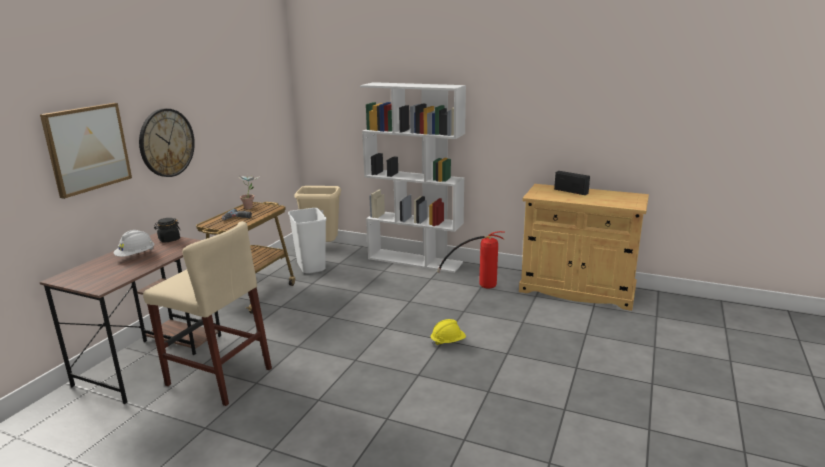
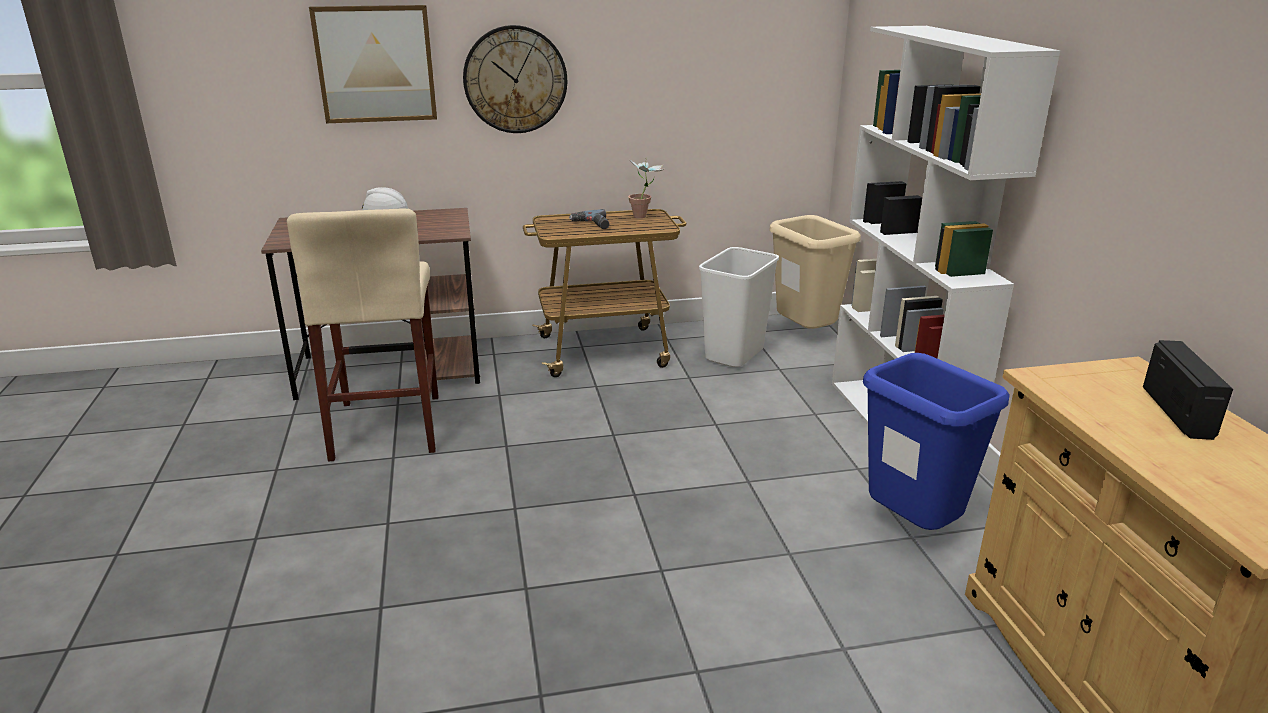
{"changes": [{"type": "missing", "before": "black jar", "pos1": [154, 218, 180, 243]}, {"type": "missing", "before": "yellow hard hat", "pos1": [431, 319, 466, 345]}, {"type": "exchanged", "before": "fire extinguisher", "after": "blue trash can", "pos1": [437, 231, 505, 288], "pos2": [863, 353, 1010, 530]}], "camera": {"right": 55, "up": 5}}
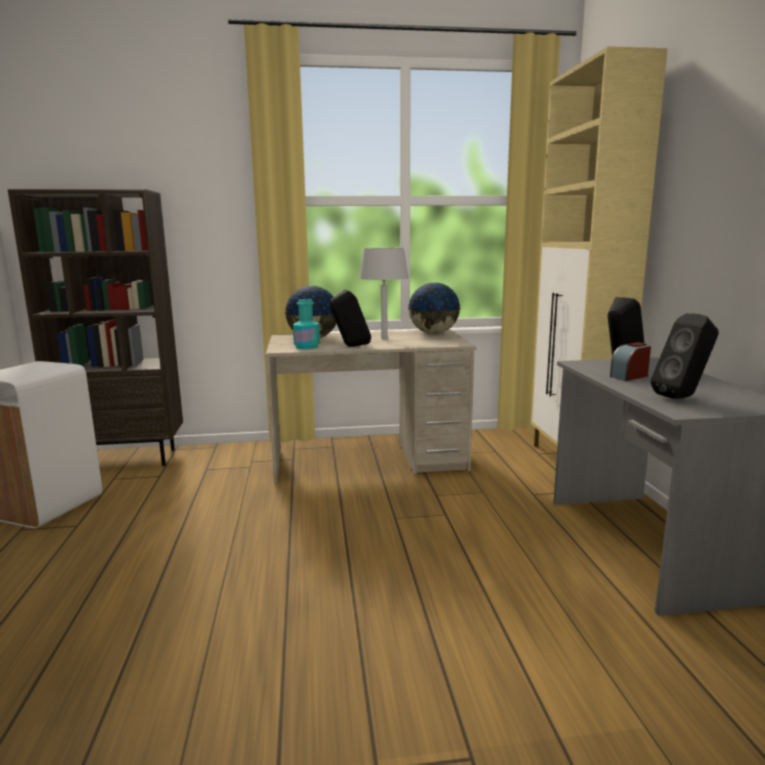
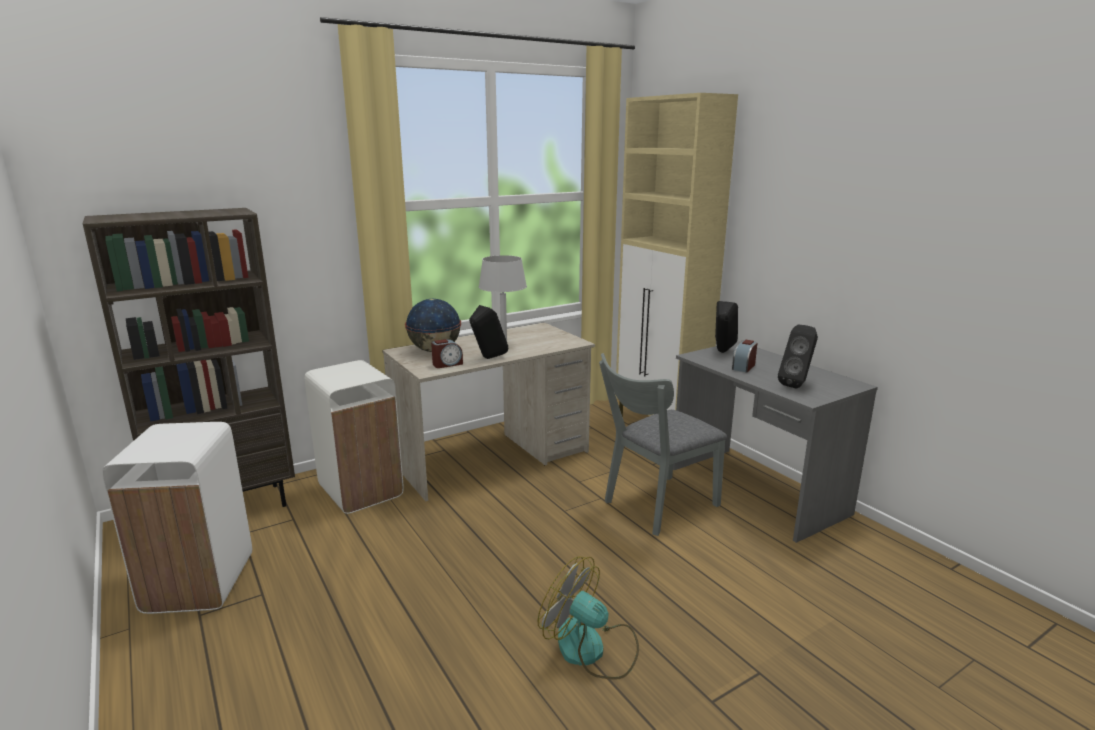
{"changes": [{"type": "exchanged", "before": "turquoise bottle", "after": "alarm clock", "pos1": [293, 299, 320, 349], "pos2": [431, 339, 463, 368]}, {"type": "missing", "before": "globe", "pos1": [408, 282, 461, 334]}, {"type": "appeared", "after": "white trash can", "pos2": [305, 360, 404, 514]}, {"type": "appeared", "after": "fan", "pos2": [538, 556, 639, 680]}, {"type": "appeared", "after": "grey chair", "pos2": [599, 353, 727, 536]}], "camera": {"right": -25, "up": 5}}
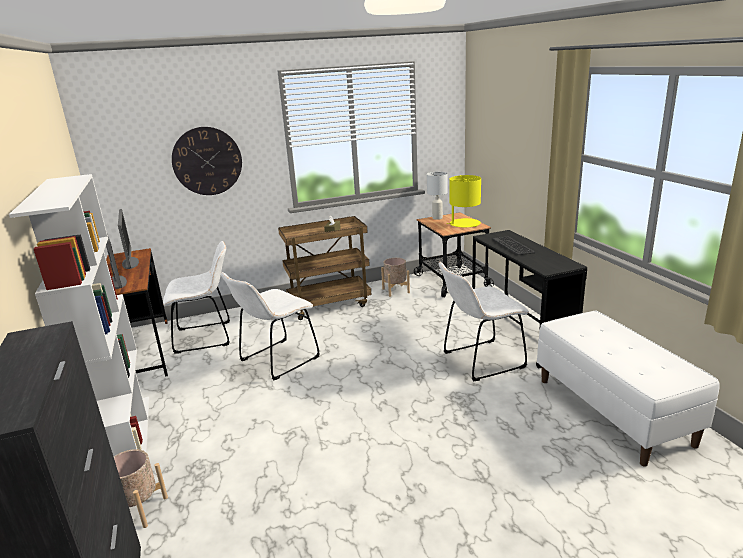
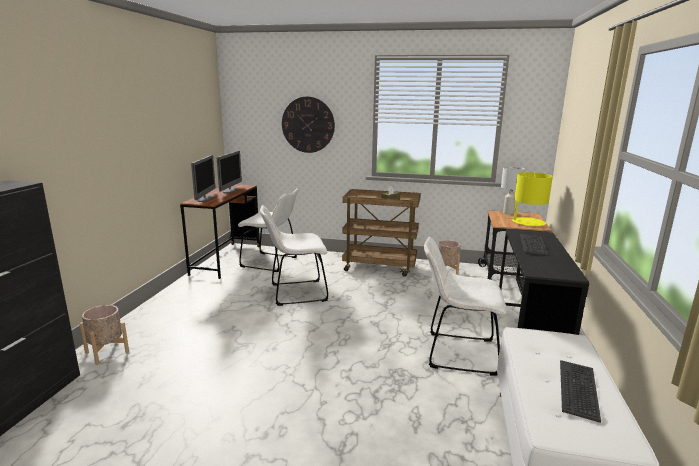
{"changes": [{"type": "missing", "before": "white bookcase", "pos1": [9, 174, 150, 457]}, {"type": "appeared", "after": "keyboard", "pos2": [560, 360, 601, 423]}], "camera": {"right": 30, "up": -5}}
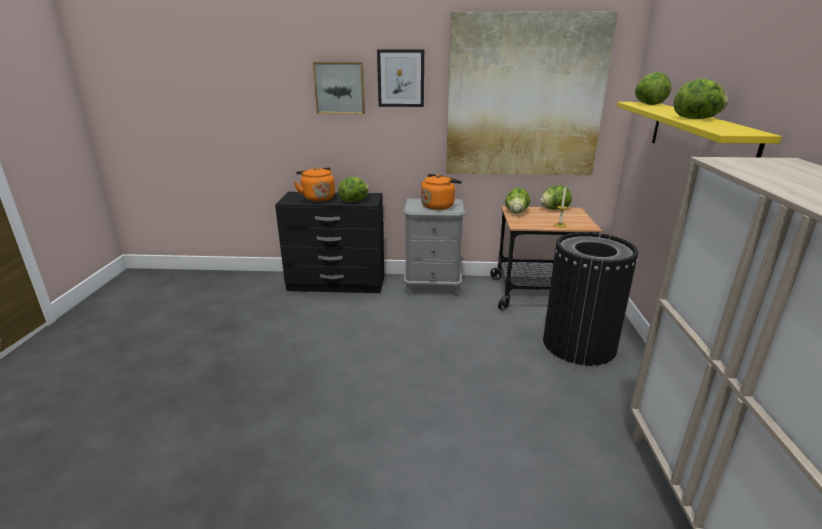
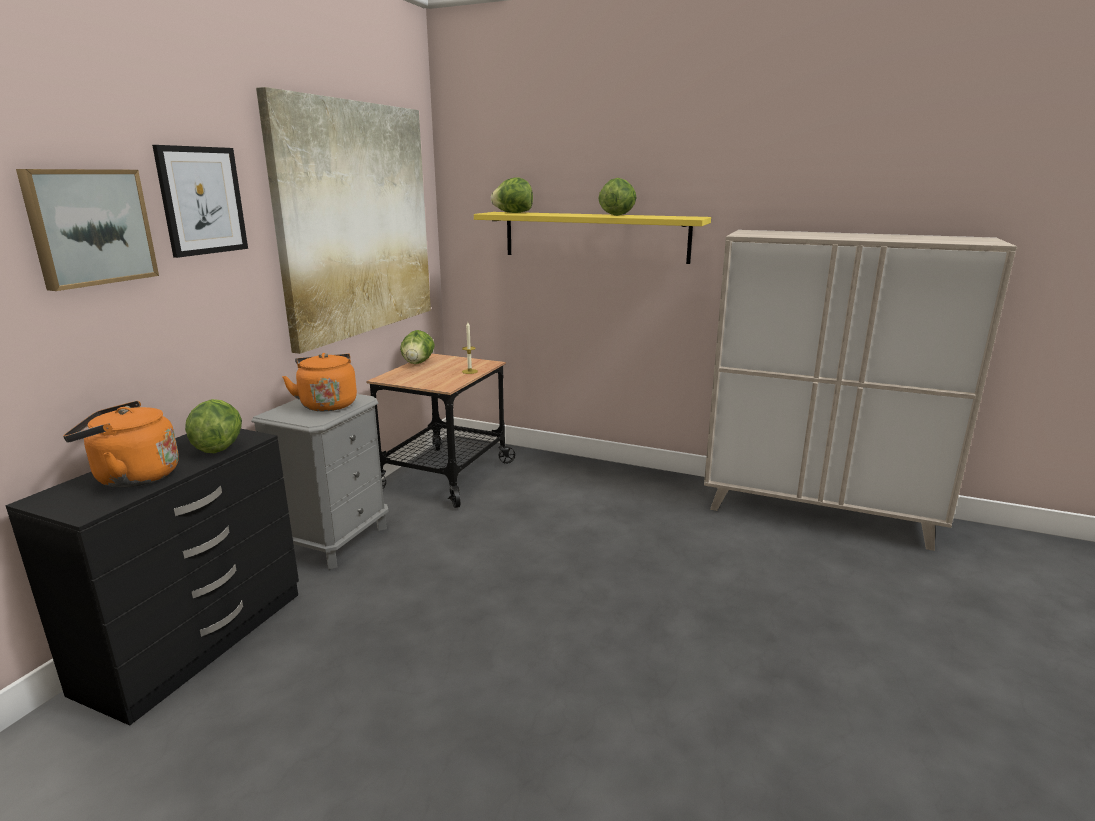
{"changes": [{"type": "missing", "before": "lettuce", "pos1": [505, 188, 530, 214]}, {"type": "missing", "before": "black trash can", "pos1": [543, 232, 638, 366]}], "camera": {"right": -70, "up": -5}}
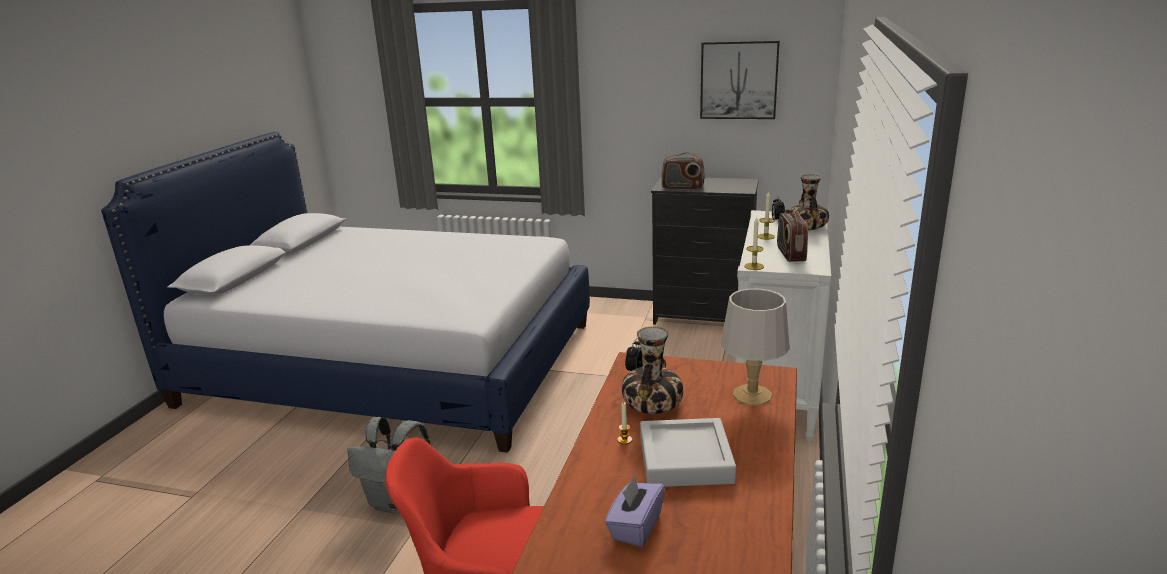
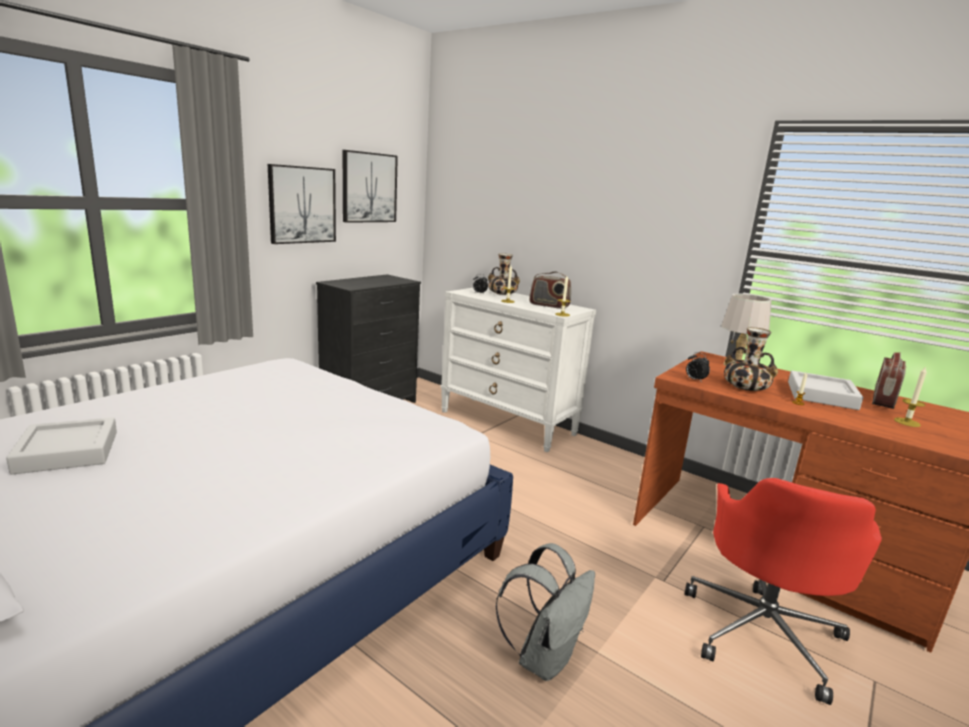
{"changes": [{"type": "exchanged", "before": "purple tissue box", "after": "candle", "pos1": [605, 476, 665, 547], "pos2": [894, 366, 927, 427]}, {"type": "relocated", "before": "radio", "pos1": [661, 152, 705, 190], "pos2": [872, 353, 906, 409]}, {"type": "appeared", "after": "grey tray", "pos2": [6, 417, 117, 475]}, {"type": "appeared", "after": "picture", "pos2": [268, 164, 336, 244]}], "camera": {"right": -70, "up": -5}}
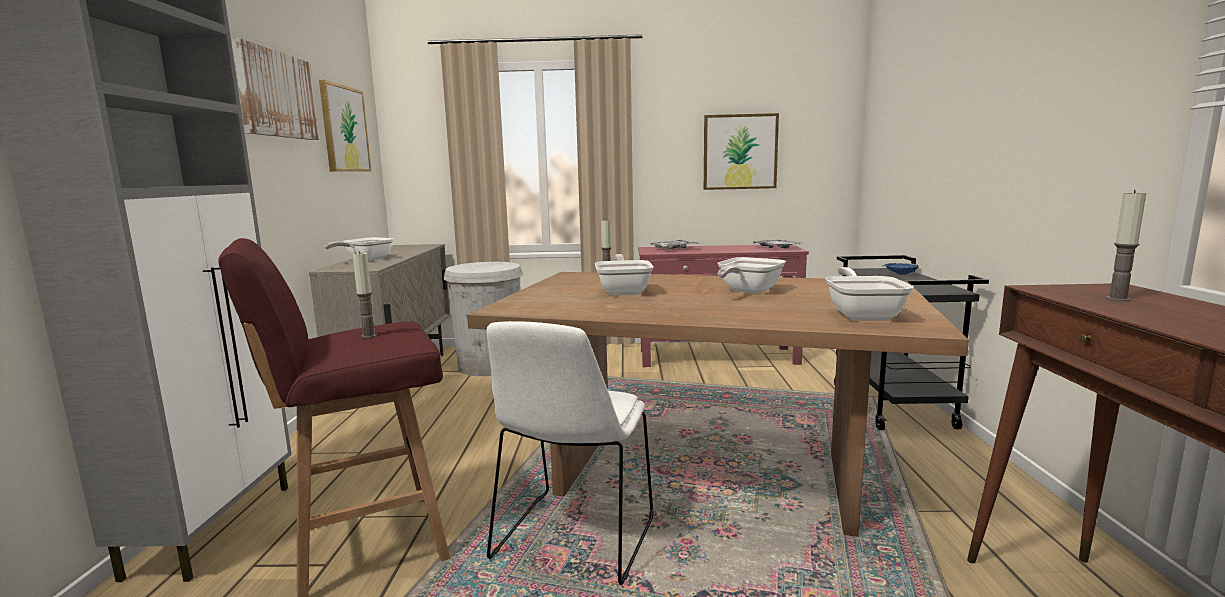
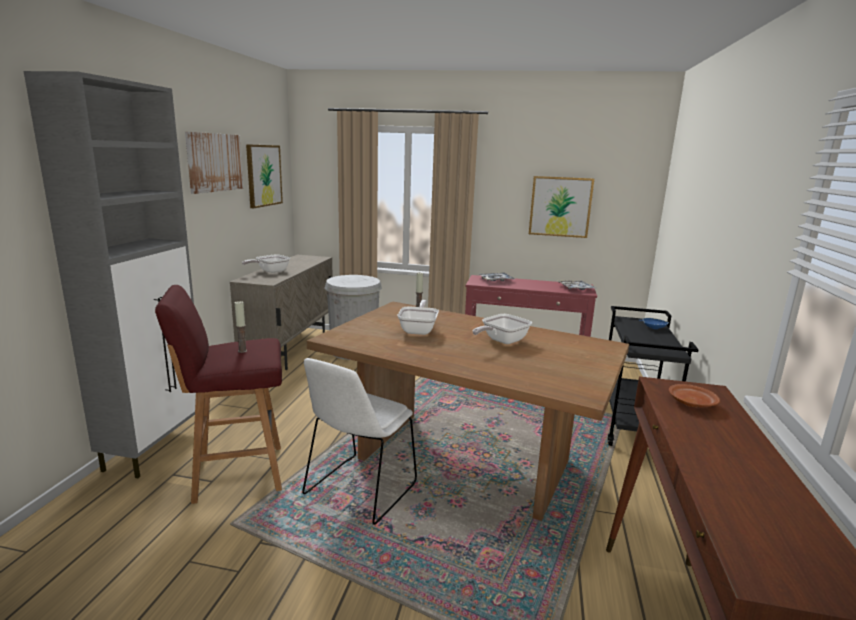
{"changes": [{"type": "missing", "before": "frying pan", "pos1": [825, 267, 914, 321]}, {"type": "exchanged", "before": "candle", "after": "brown plate", "pos1": [1106, 190, 1146, 301], "pos2": [669, 384, 720, 408]}], "camera": {"right": 10, "up": 5}}
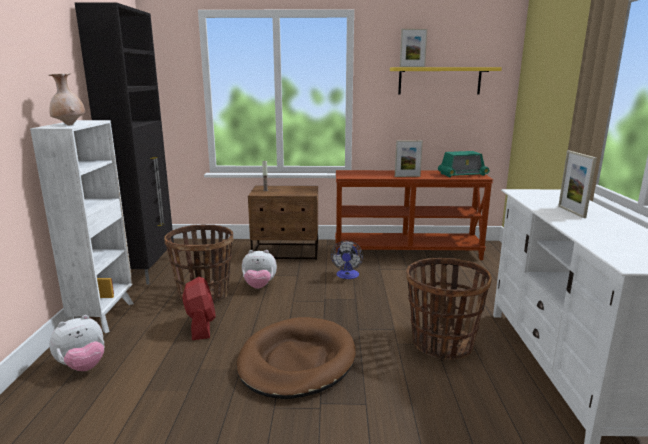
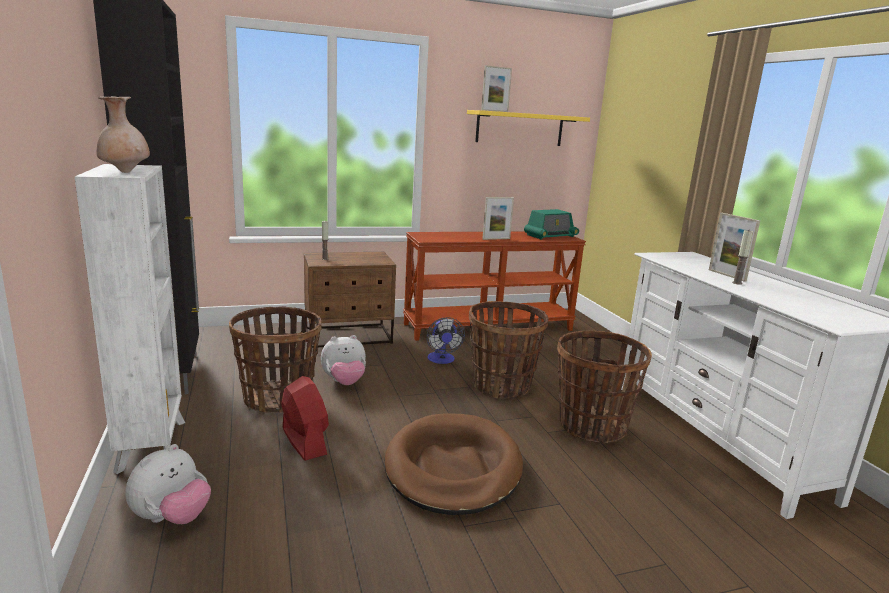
{"changes": [{"type": "appeared", "after": "basket", "pos2": [469, 301, 548, 399]}, {"type": "appeared", "after": "candle", "pos2": [732, 229, 753, 285]}], "camera": {"right": -20, "up": 0}}
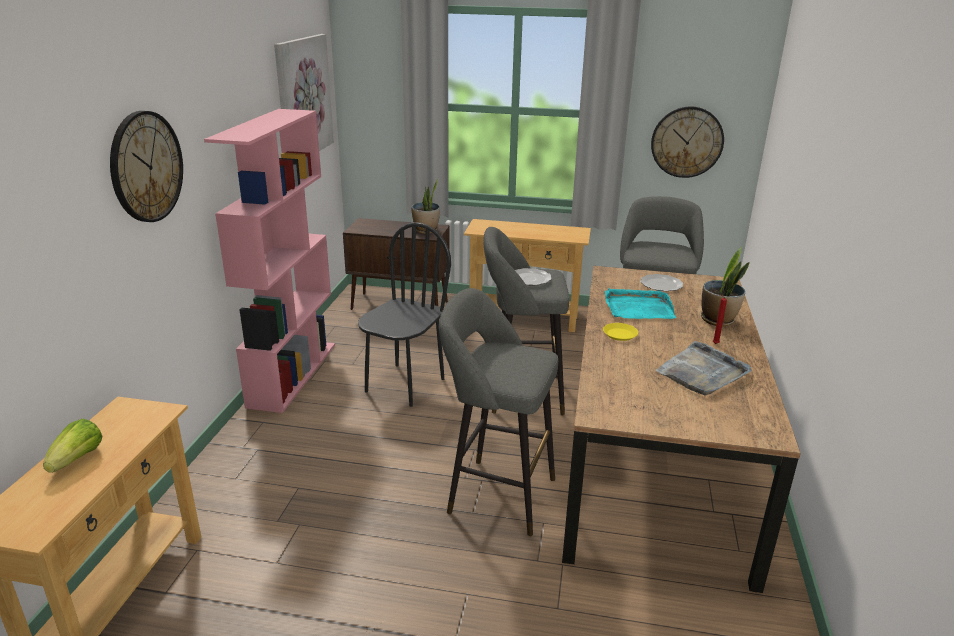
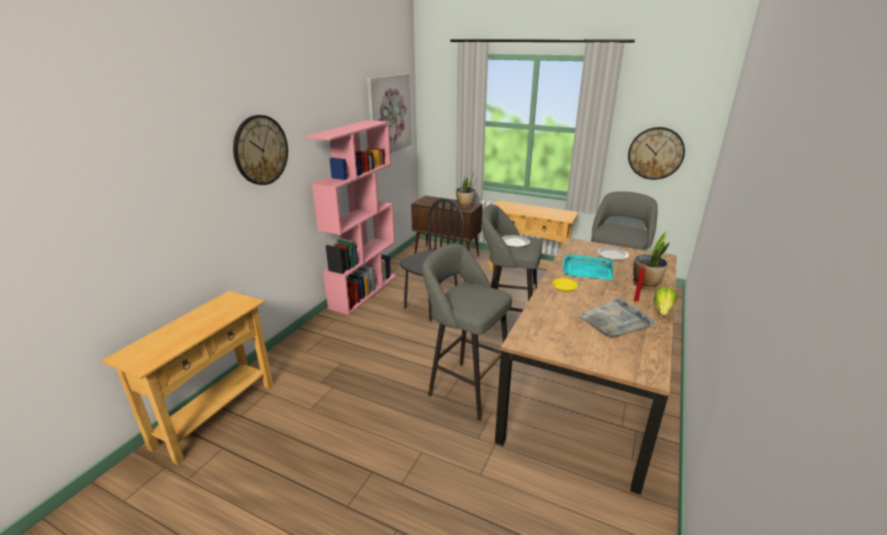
{"changes": [{"type": "relocated", "before": "lettuce", "pos1": [43, 419, 102, 473], "pos2": [653, 287, 677, 315]}], "camera": {"right": 15, "up": 0}}
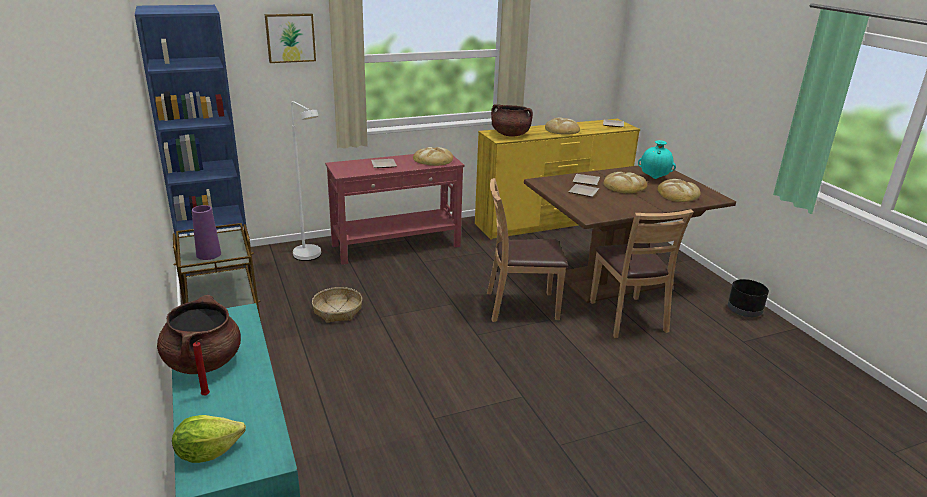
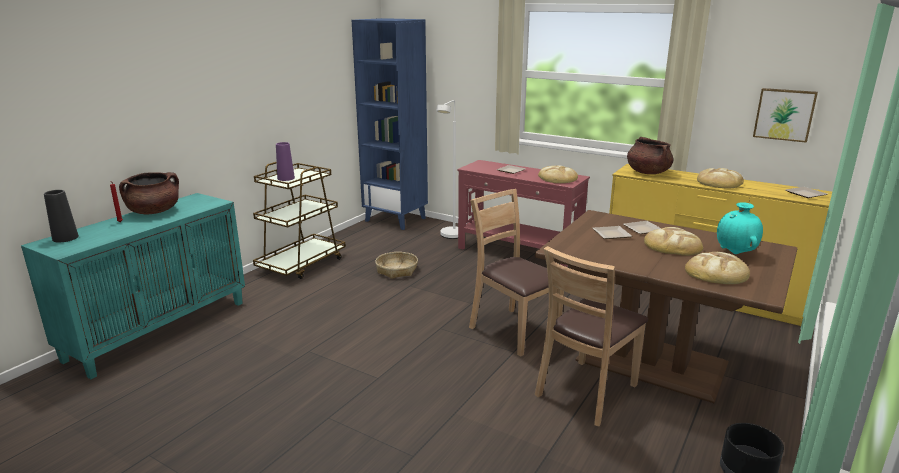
{"changes": [{"type": "exchanged", "before": "lettuce", "after": "black vase", "pos1": [172, 415, 246, 463], "pos2": [44, 190, 79, 242]}, {"type": "relocated", "before": "picture", "pos1": [265, 13, 316, 63], "pos2": [753, 88, 818, 143]}], "camera": {"right": 55, "up": -5}}
